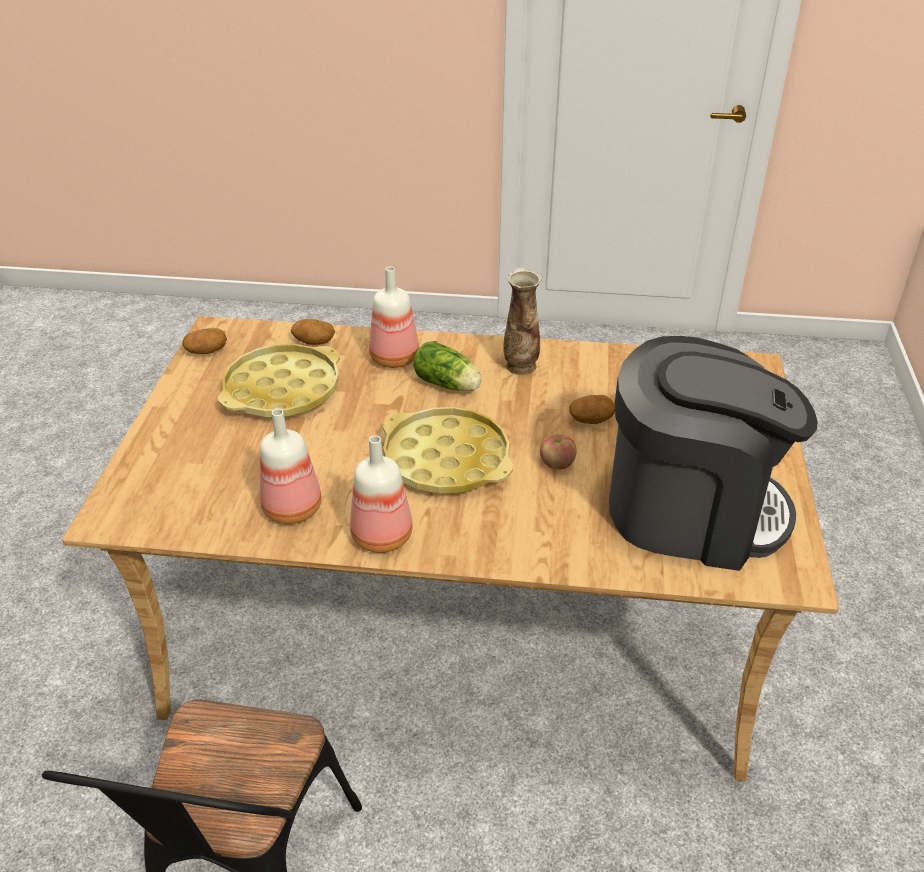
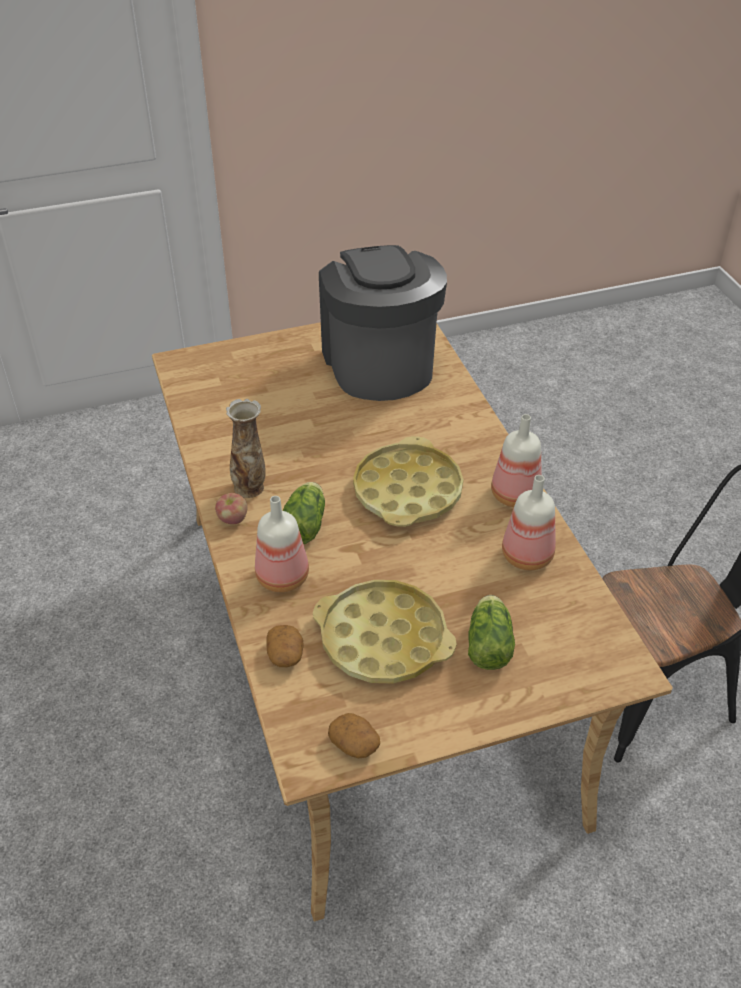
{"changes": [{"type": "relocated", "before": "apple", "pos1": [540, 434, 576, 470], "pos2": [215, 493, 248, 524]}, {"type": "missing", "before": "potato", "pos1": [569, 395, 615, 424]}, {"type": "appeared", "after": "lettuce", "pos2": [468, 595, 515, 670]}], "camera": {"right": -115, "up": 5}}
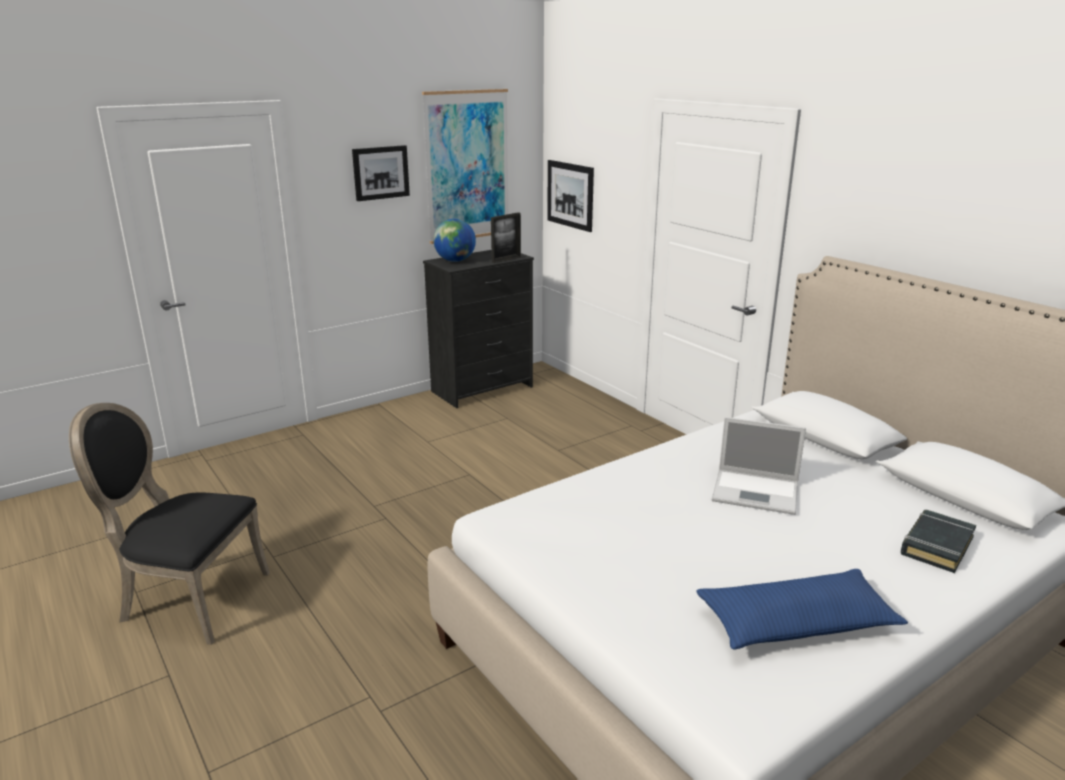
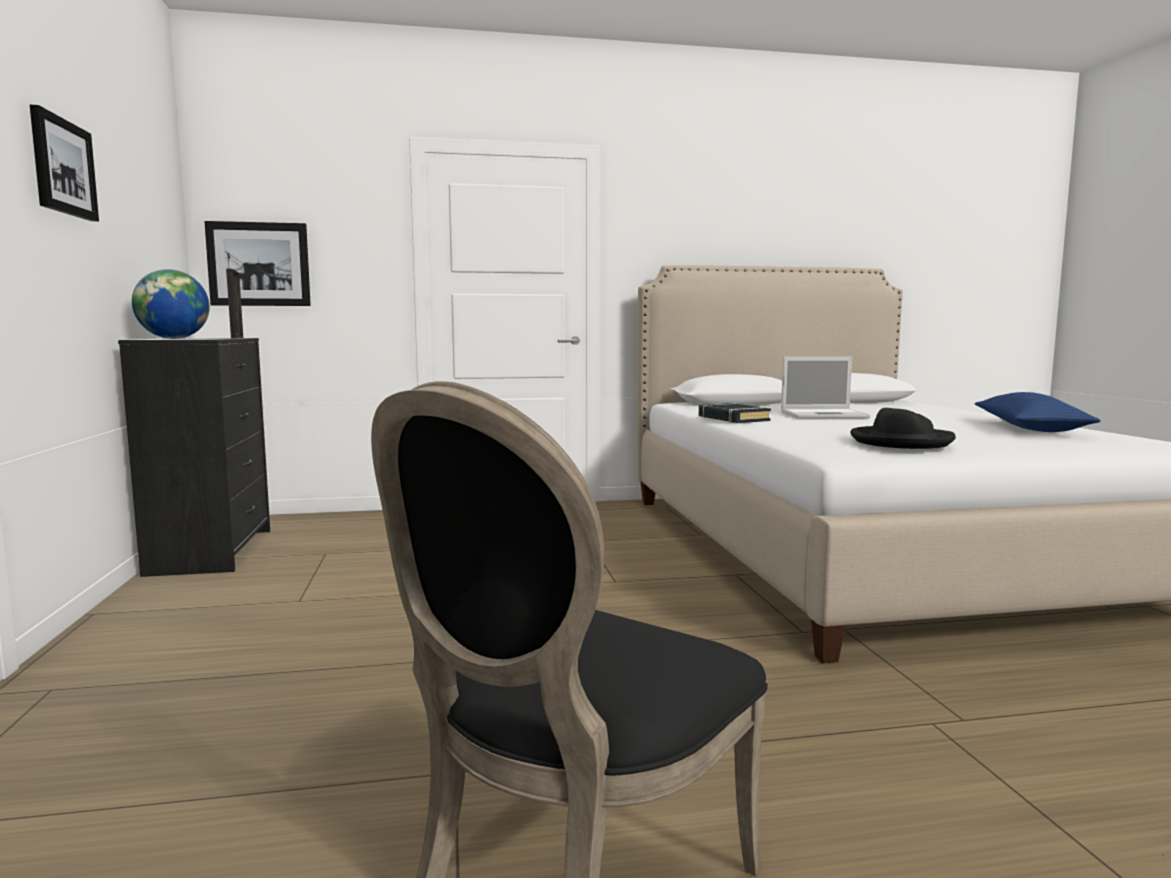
{"changes": [{"type": "missing", "before": "picture", "pos1": [422, 89, 508, 244]}, {"type": "spun", "before": "laptop", "pos1": [712, 417, 806, 515], "pos2": [781, 357, 870, 419], "turn": 45}, {"type": "relocated", "before": "black book", "pos1": [901, 510, 976, 573], "pos2": [699, 403, 771, 423]}, {"type": "appeared", "after": "black hat", "pos2": [850, 408, 956, 449]}], "camera": {"right": -65, "up": -15}}
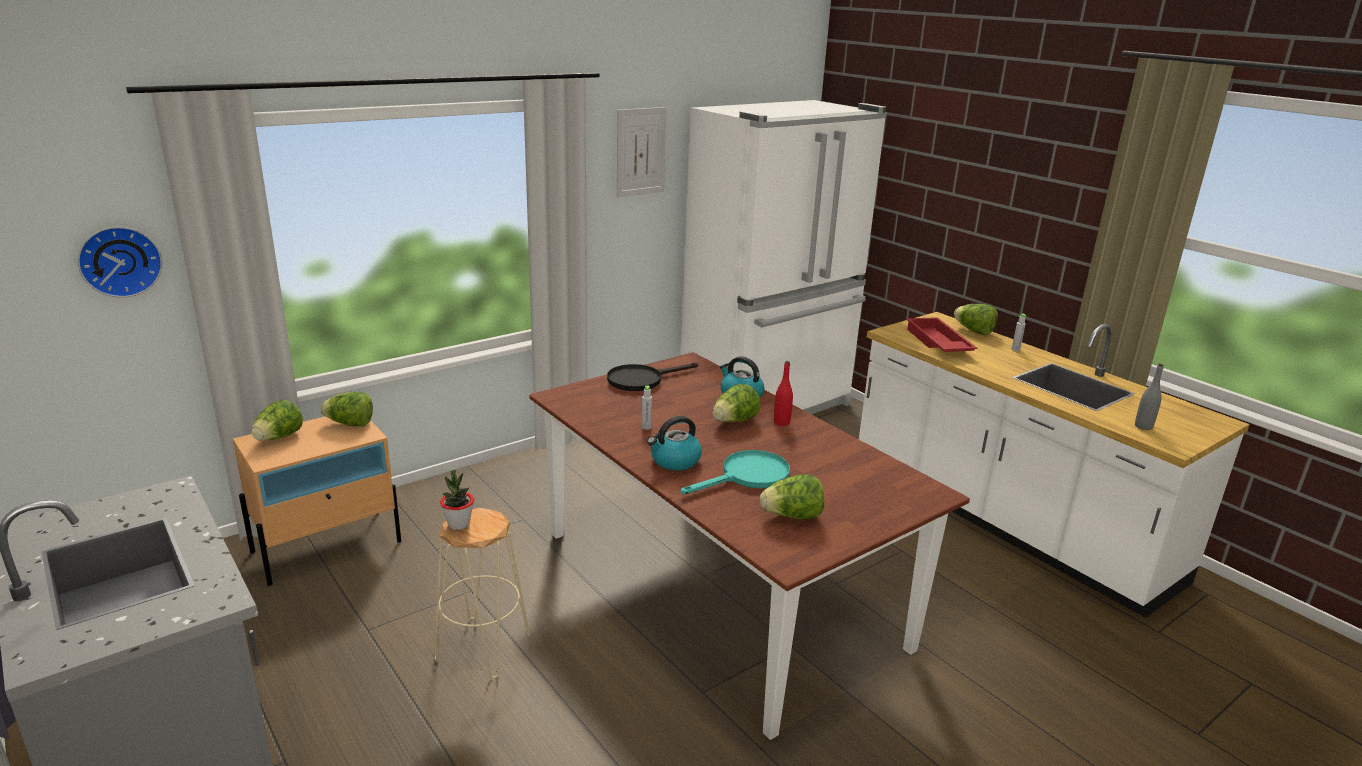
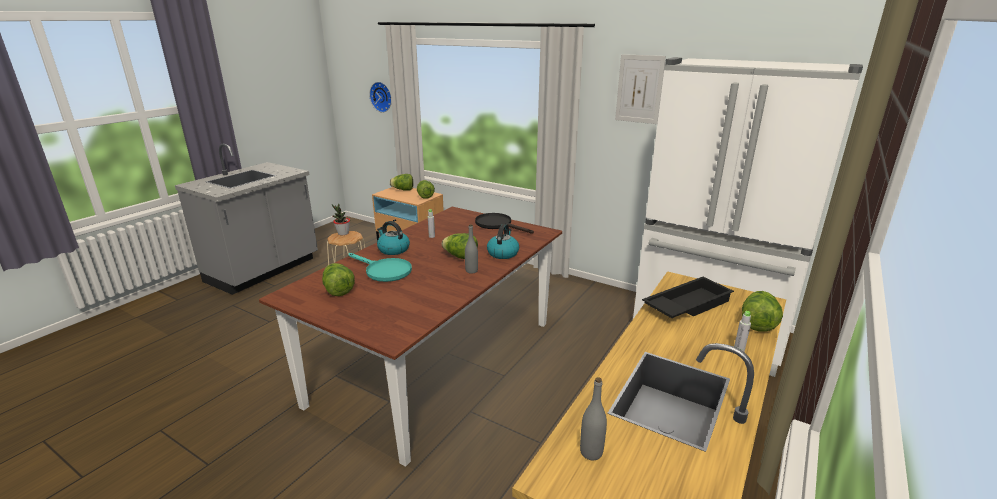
{"changes": [{"type": "colour", "before": "red bottle", "after": "grey bottle", "pos1": [774, 361, 793, 426], "pos2": [465, 224, 478, 274]}, {"type": "colour", "before": "red tray", "after": "black tray", "pos1": [906, 317, 977, 352], "pos2": [642, 277, 734, 318]}], "camera": {"right": 70, "up": 0}}
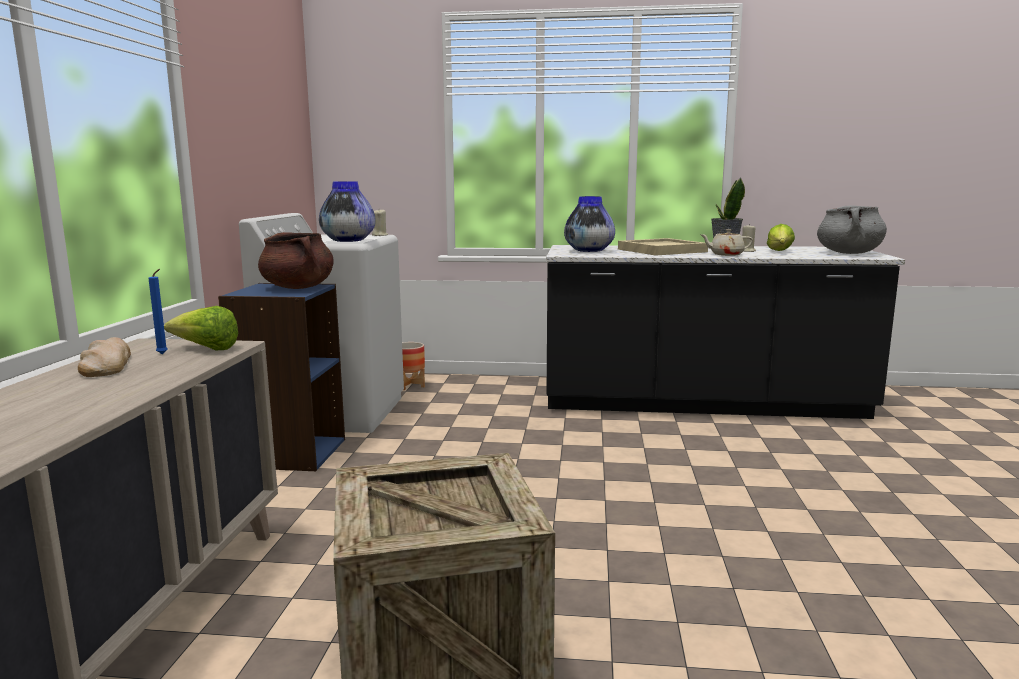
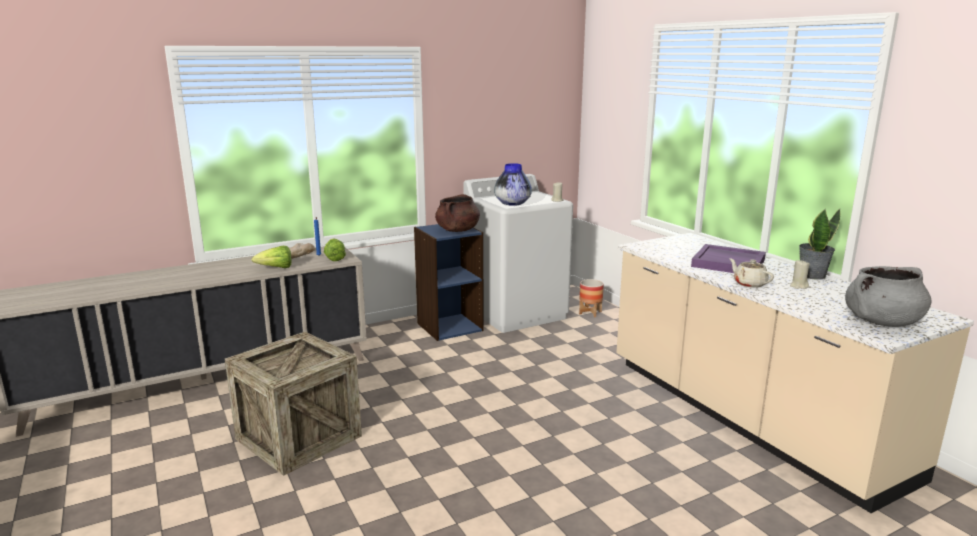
{"changes": [{"type": "colour", "before": "black counter", "after": "beige counter", "pos1": [546, 245, 905, 419], "pos2": [616, 233, 974, 513]}, {"type": "missing", "before": "vase", "pos1": [564, 196, 615, 252]}, {"type": "colour", "before": "beige tray", "after": "purple tray", "pos1": [618, 238, 708, 256], "pos2": [691, 244, 766, 273]}, {"type": "relocated", "before": "lettuce", "pos1": [767, 224, 795, 251], "pos2": [252, 246, 292, 268]}], "camera": {"right": 55, "up": 5}}
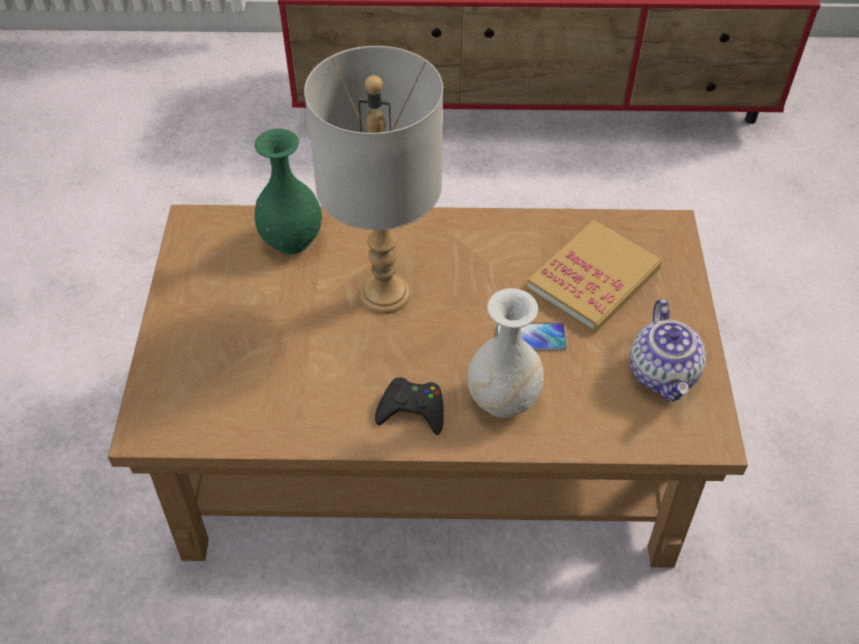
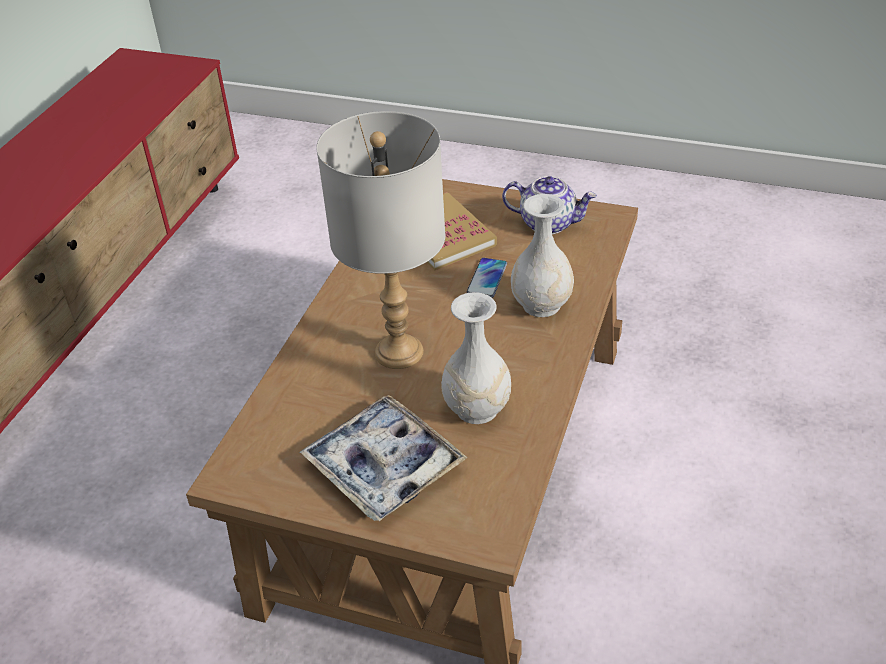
{"changes": [{"type": "missing", "before": "green vase", "pos1": [254, 128, 322, 254]}, {"type": "missing", "before": "black game controller", "pos1": [375, 377, 444, 435]}, {"type": "appeared", "after": "tray", "pos2": [300, 395, 468, 521]}, {"type": "appeared", "after": "white vase", "pos2": [441, 292, 511, 424]}], "camera": {"right": -70, "up": -10}}
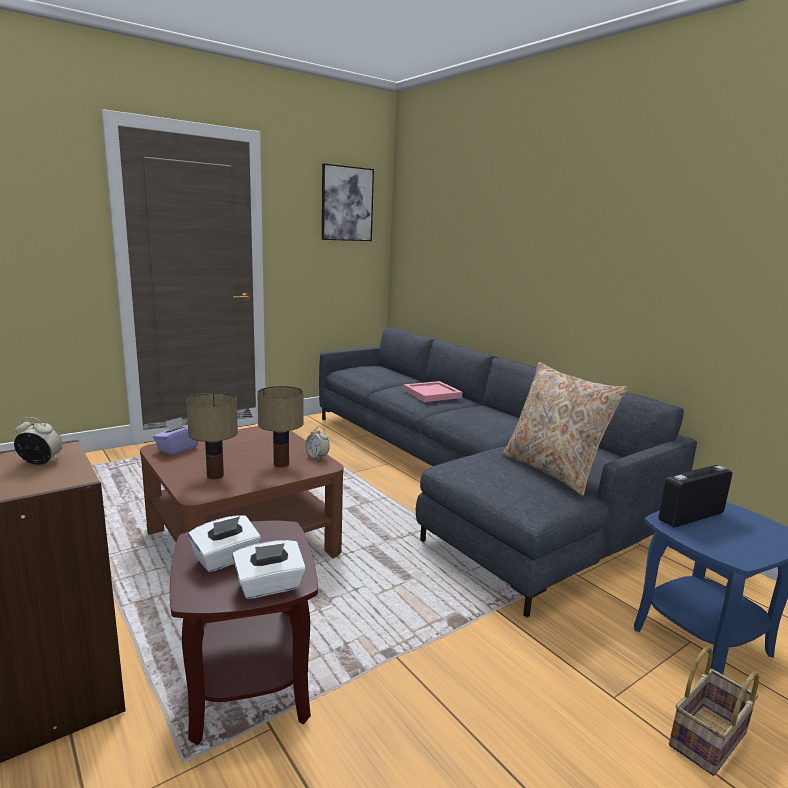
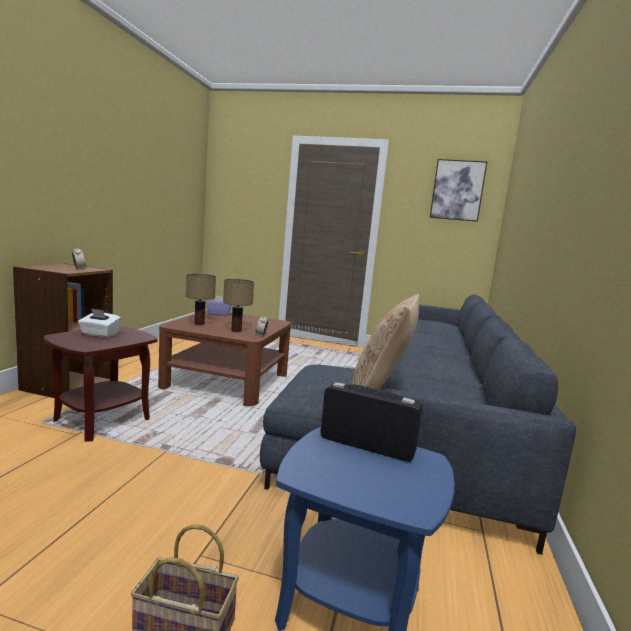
{"changes": [{"type": "missing", "before": "white tissue box", "pos1": [232, 540, 306, 599]}, {"type": "missing", "before": "pink tray", "pos1": [403, 381, 462, 402]}], "camera": {"right": 50, "up": -5}}
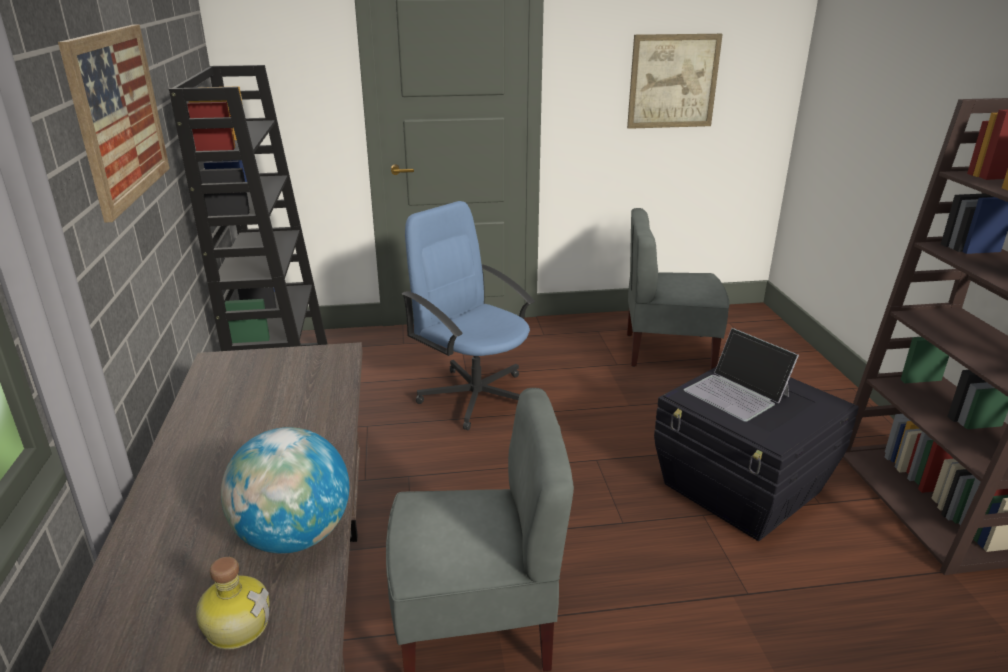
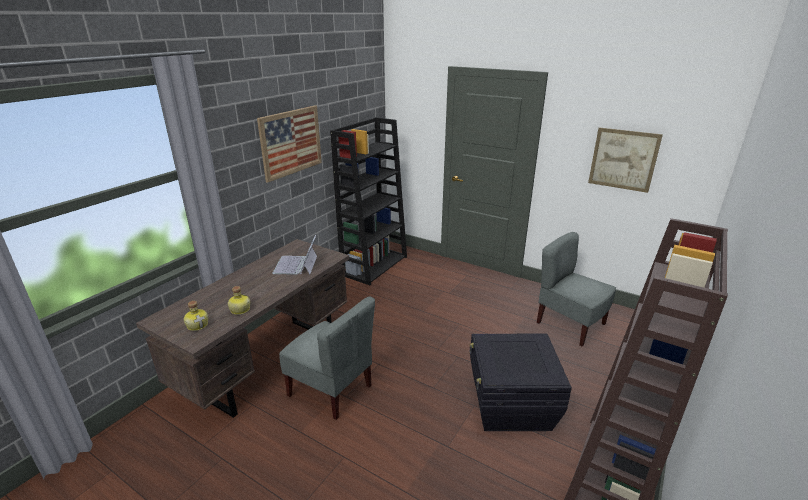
{"changes": [{"type": "exchanged", "before": "globe", "after": "bottle", "pos1": [221, 427, 349, 554], "pos2": [228, 286, 250, 315]}, {"type": "missing", "before": "blue office chair", "pos1": [402, 201, 535, 430]}, {"type": "relocated", "before": "laptop", "pos1": [684, 328, 799, 422], "pos2": [272, 235, 317, 275]}], "camera": {"right": 40, "up": 0}}
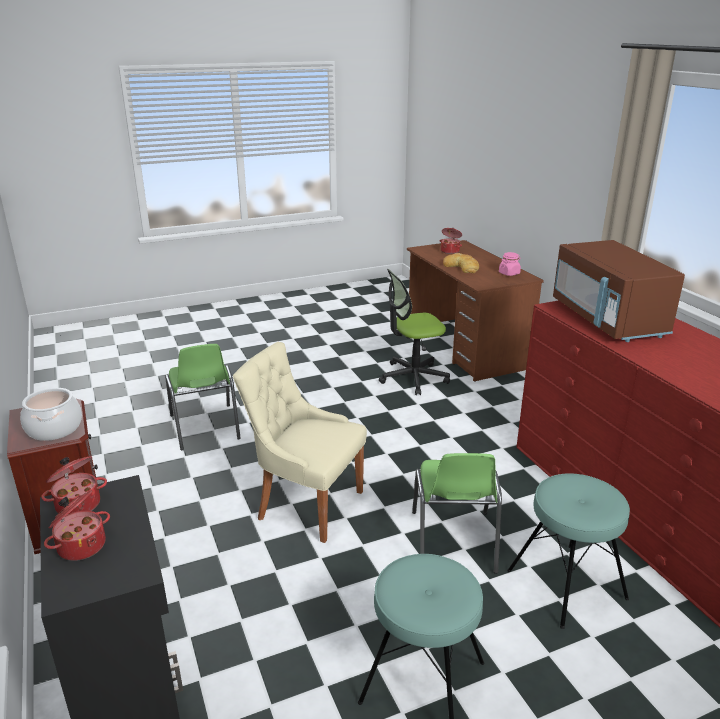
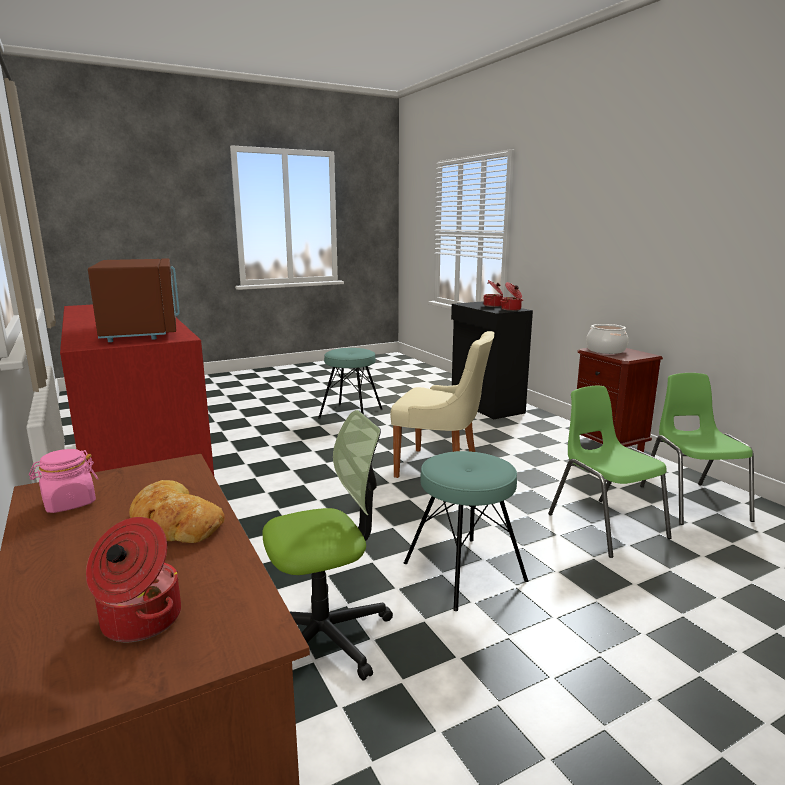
{"changes": [{"type": "relocated", "before": "green chair", "pos1": [412, 453, 502, 574], "pos2": [640, 373, 755, 525]}, {"type": "relocated", "before": "turquoise stool", "pos1": [507, 473, 630, 629], "pos2": [404, 451, 528, 611]}], "camera": {"right": 175, "up": -10}}
